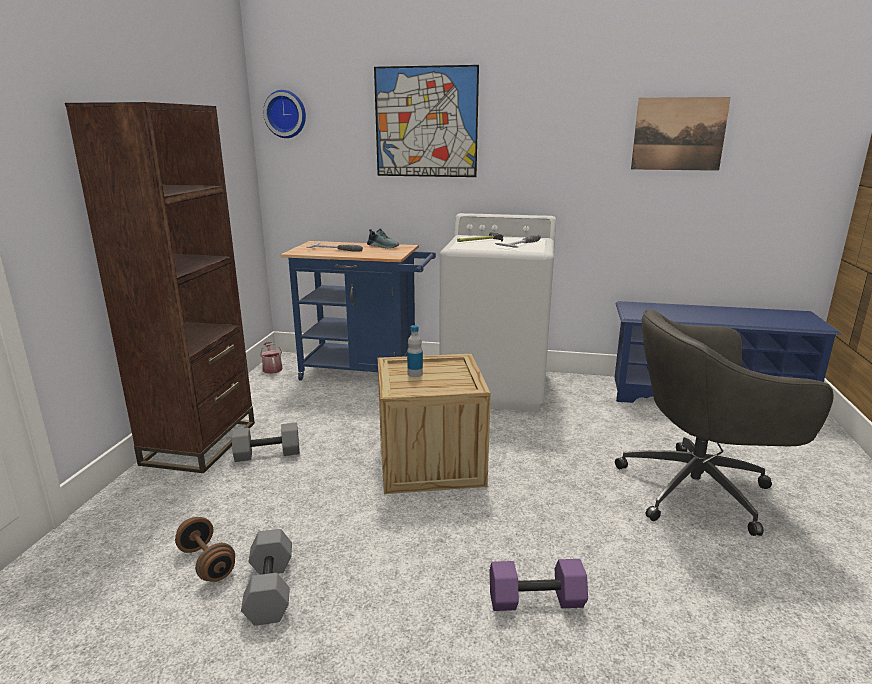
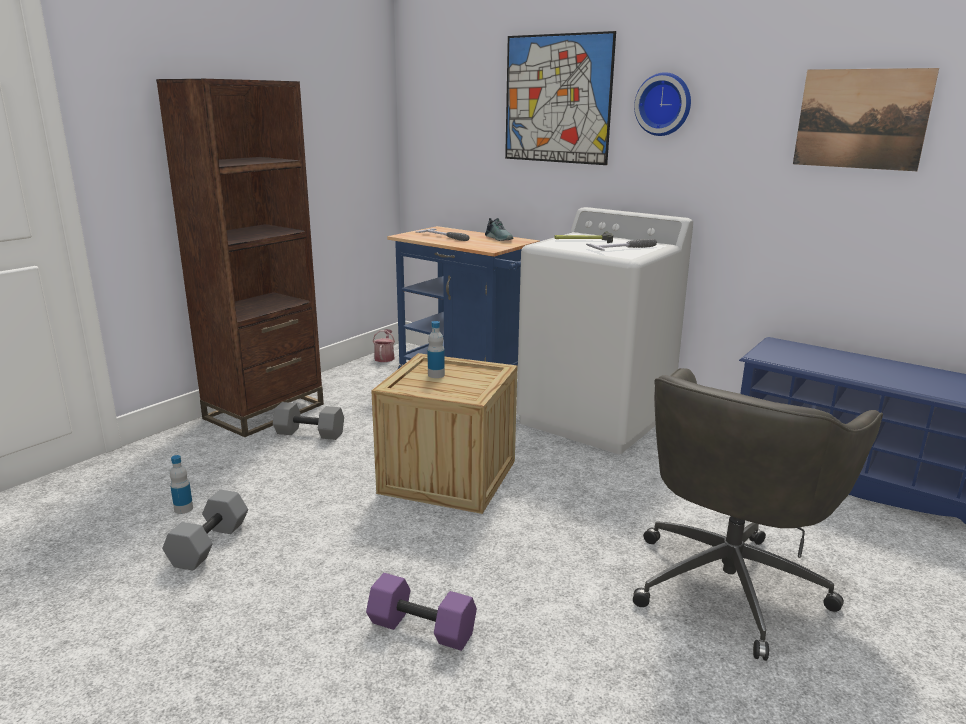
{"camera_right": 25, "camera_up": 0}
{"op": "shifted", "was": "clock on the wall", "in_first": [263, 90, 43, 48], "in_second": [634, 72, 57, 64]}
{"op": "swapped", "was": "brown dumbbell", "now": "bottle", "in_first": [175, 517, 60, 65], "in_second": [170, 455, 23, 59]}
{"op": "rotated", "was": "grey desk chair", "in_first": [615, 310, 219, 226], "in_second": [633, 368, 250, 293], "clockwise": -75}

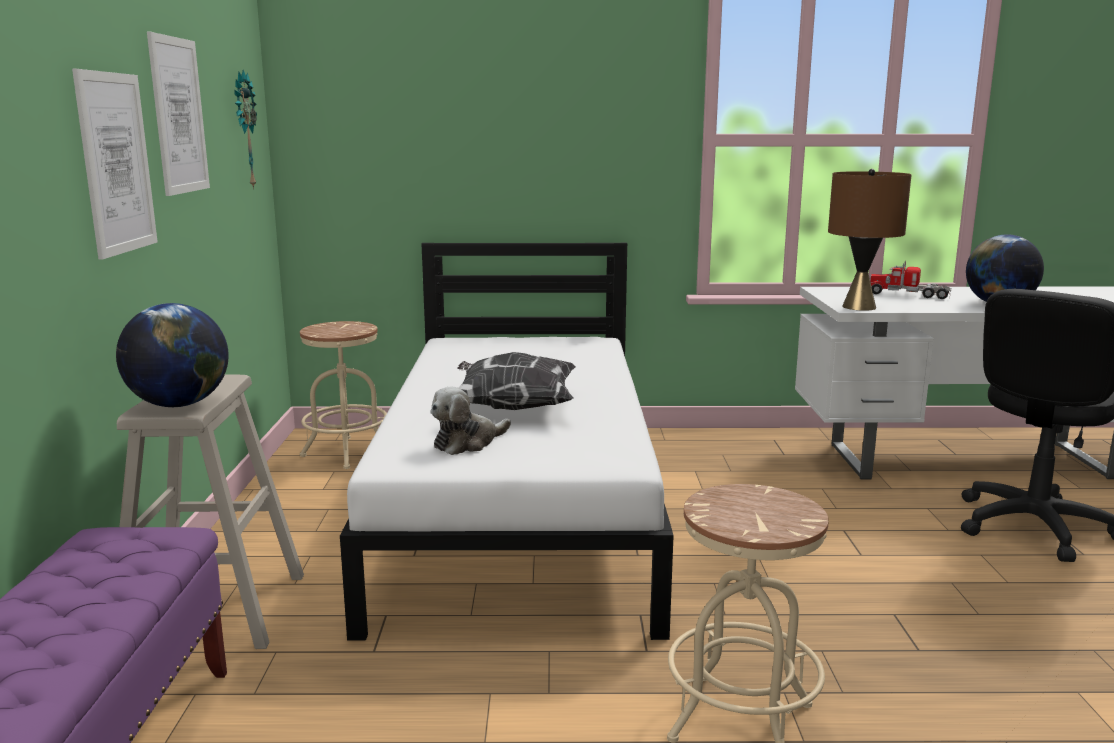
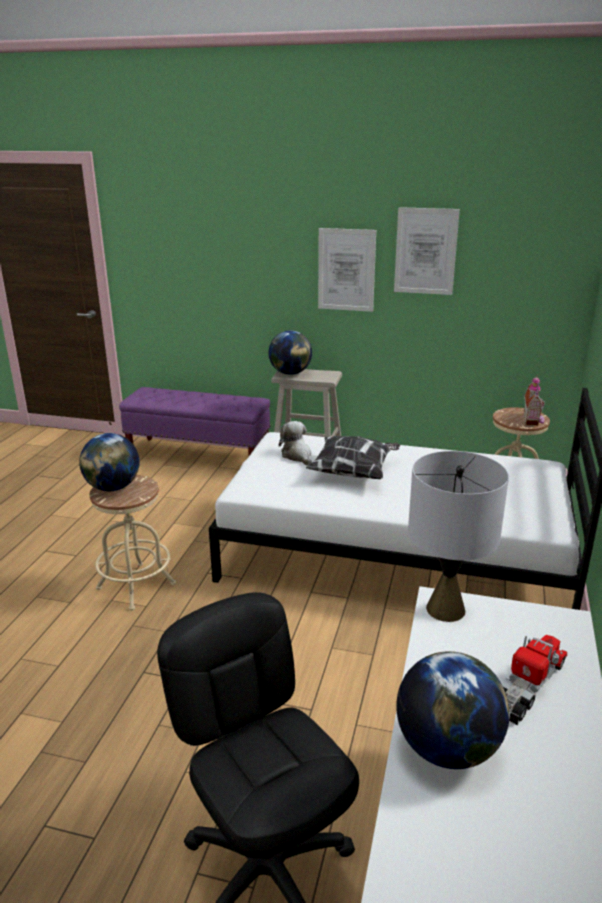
{"camera_right": 105, "camera_up": 10}
{"op": "gone", "was": "clock on the wall", "in_first": [234, 70, 23, 119]}
{"op": "new", "now": "world globe", "in_second": [79, 433, 61, 58]}
{"op": "new", "now": "model house", "in_second": [524, 375, 21, 51]}
{"op": "repainted", "was": "brown tabletop lamp", "now": "grey tabletop lamp", "in_first": [828, 169, 84, 142], "in_second": [408, 451, 101, 171]}

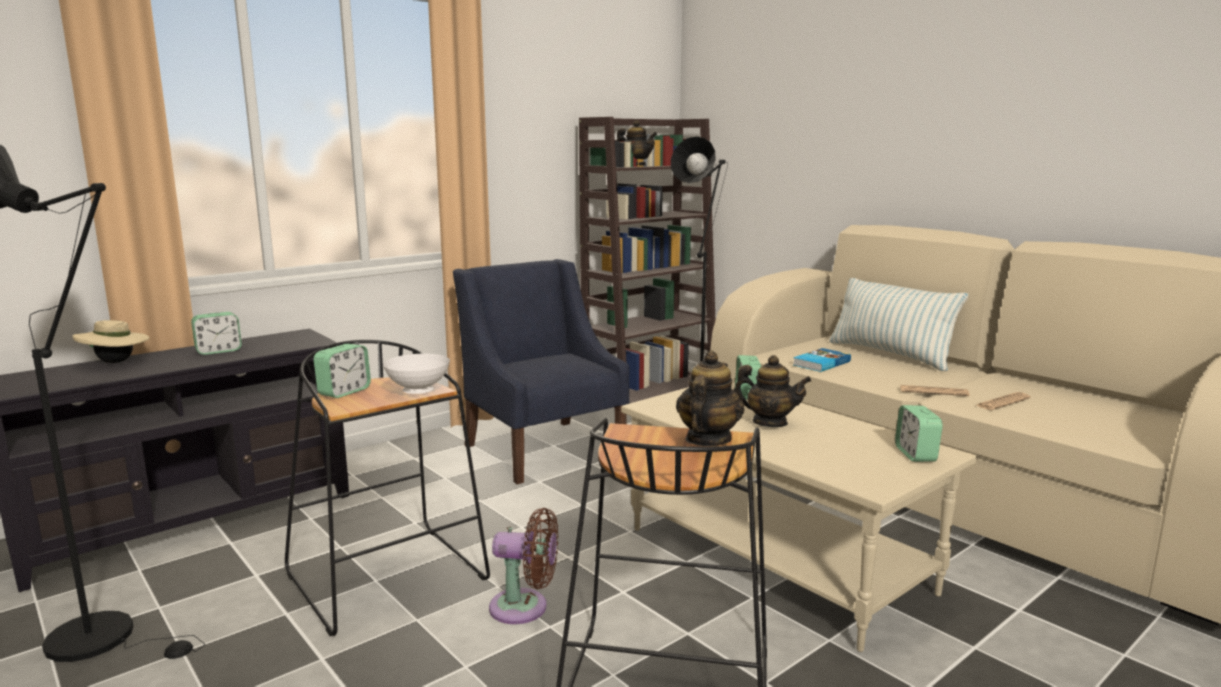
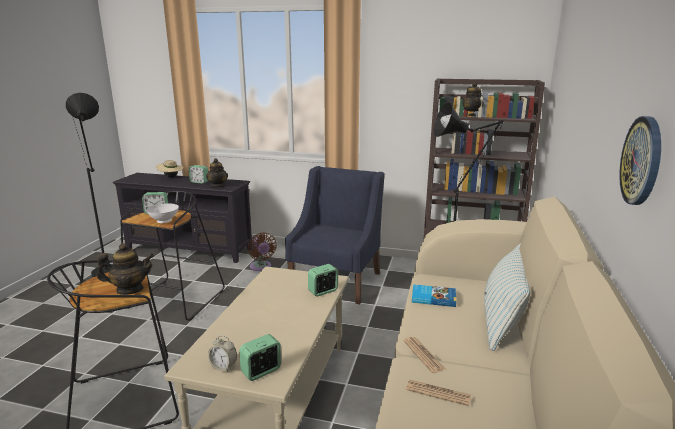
{"camera_right": 55, "camera_up": 5}
{"op": "new", "now": "bedside clock", "in_second": [208, 335, 29, 37]}
{"op": "new", "now": "clock on the wall", "in_second": [619, 116, 42, 89]}
{"op": "shifted", "was": "brown electric fan", "in_first": [489, 508, 69, 116], "in_second": [248, 232, 29, 39]}
{"op": "shifted", "was": "teapot", "in_first": [734, 355, 78, 72], "in_second": [206, 158, 22, 30]}

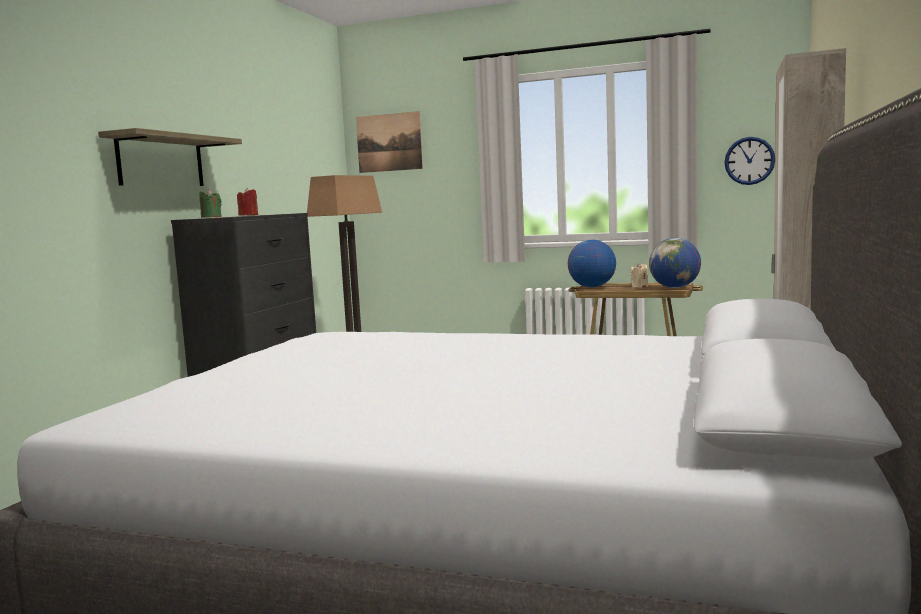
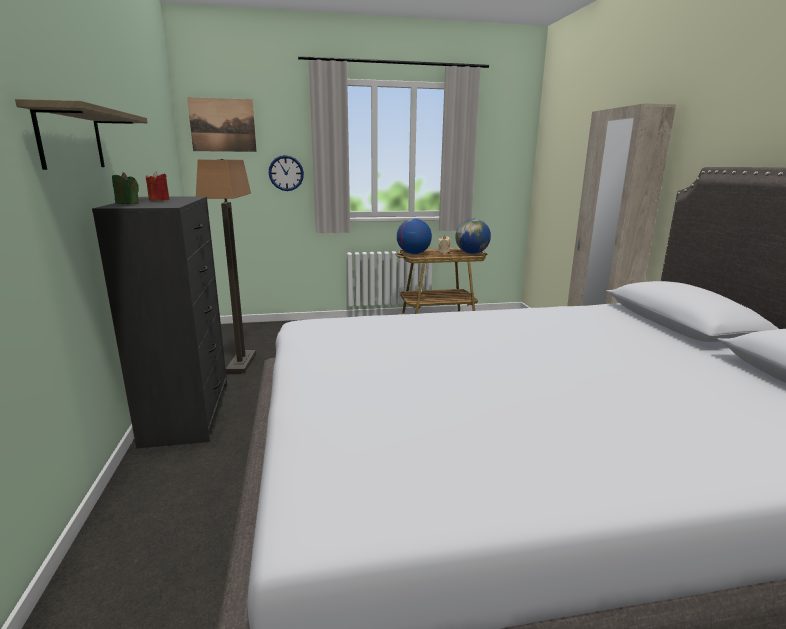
{"camera_right": -30, "camera_up": 10}
{"op": "shifted", "was": "clock on the wall", "in_first": [724, 137, 51, 48], "in_second": [269, 155, 35, 36]}

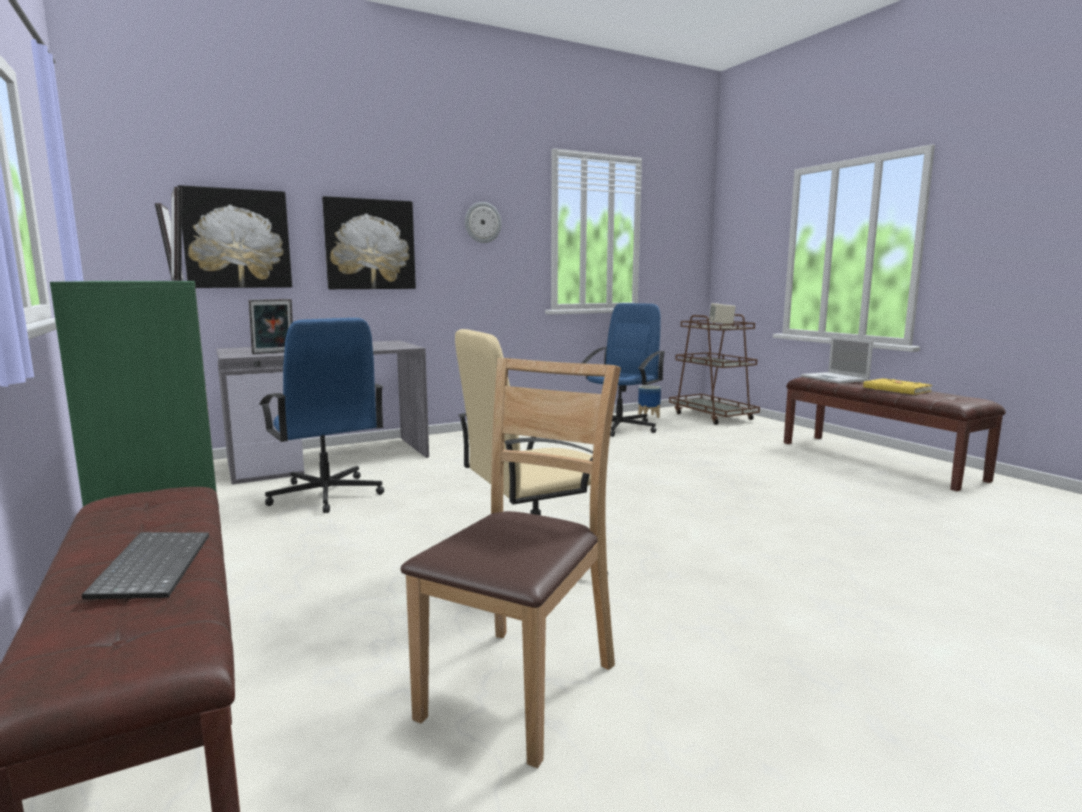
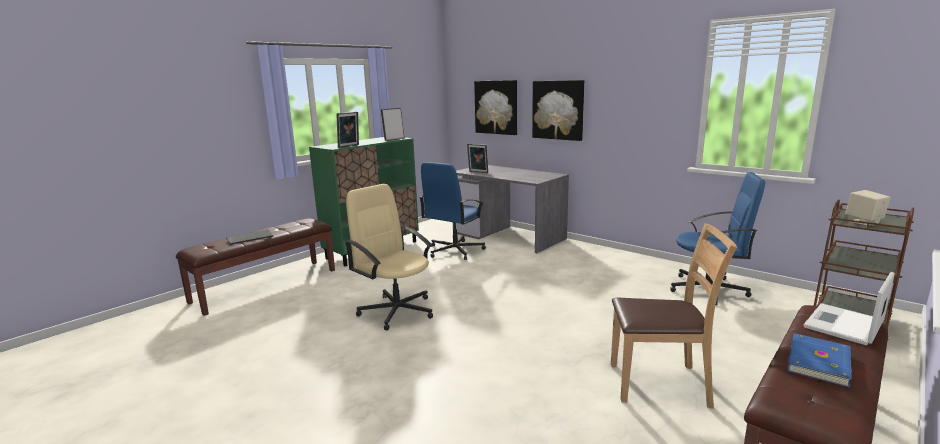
{"camera_right": 70, "camera_up": 5}
{"op": "gone", "was": "clock on the wall", "in_first": [465, 202, 37, 41]}
{"op": "gone", "was": "flower pot", "in_first": [638, 385, 23, 33]}
{"op": "shifted", "was": "brown chair", "in_first": [401, 358, 220, 410], "in_second": [611, 223, 126, 186]}
{"op": "repainted", "was": "yellow volume", "now": "blue volume", "in_first": [863, 378, 70, 17], "in_second": [787, 334, 65, 54]}

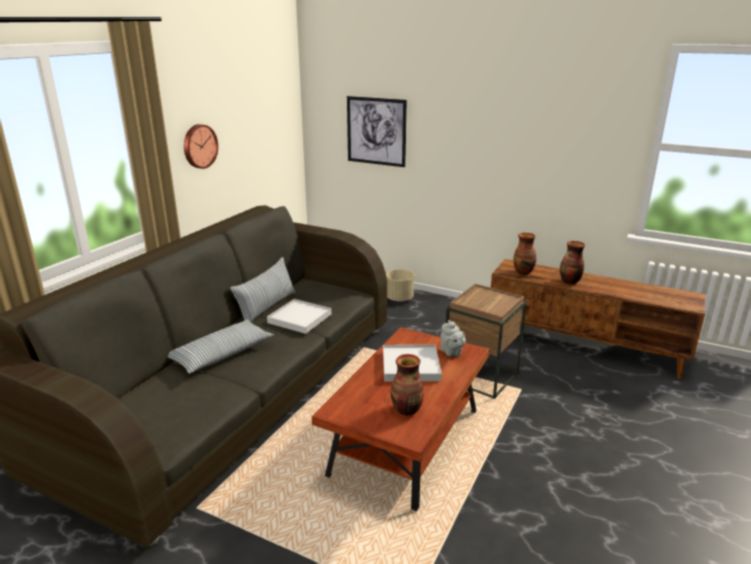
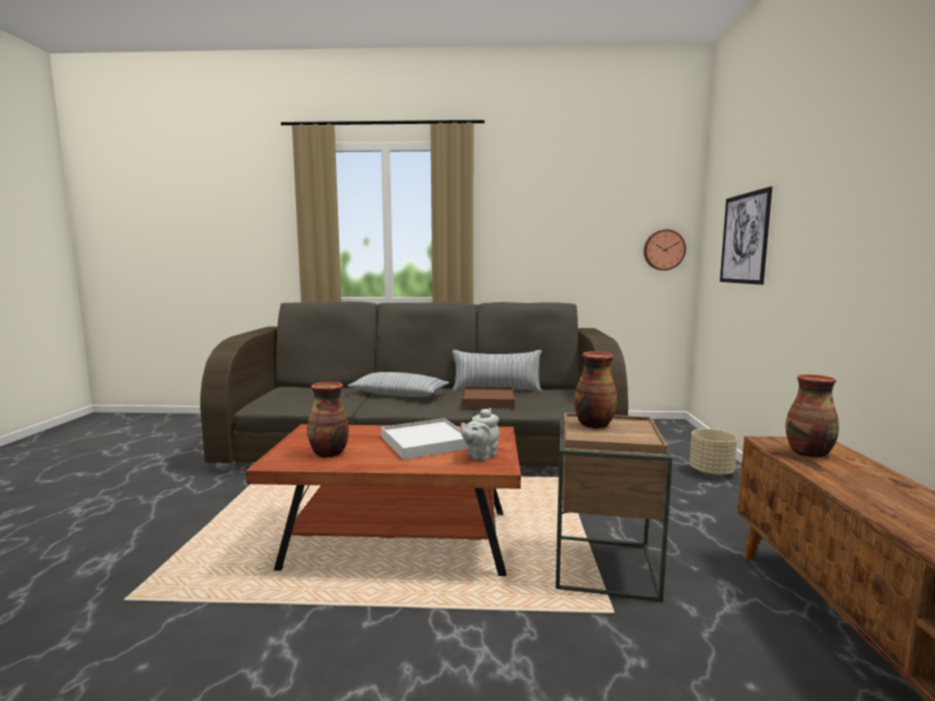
{"camera_right": 65, "camera_up": -15}
{"op": "shifted", "was": "clock on the wall", "in_first": [184, 124, 34, 45], "in_second": [644, 229, 42, 42]}
{"op": "shifted", "was": "decorative vase", "in_first": [560, 241, 25, 43], "in_second": [574, 351, 43, 78]}
{"op": "repainted", "was": "whitish tray", "now": "brown tray", "in_first": [267, 299, 64, 35], "in_second": [462, 387, 53, 20]}

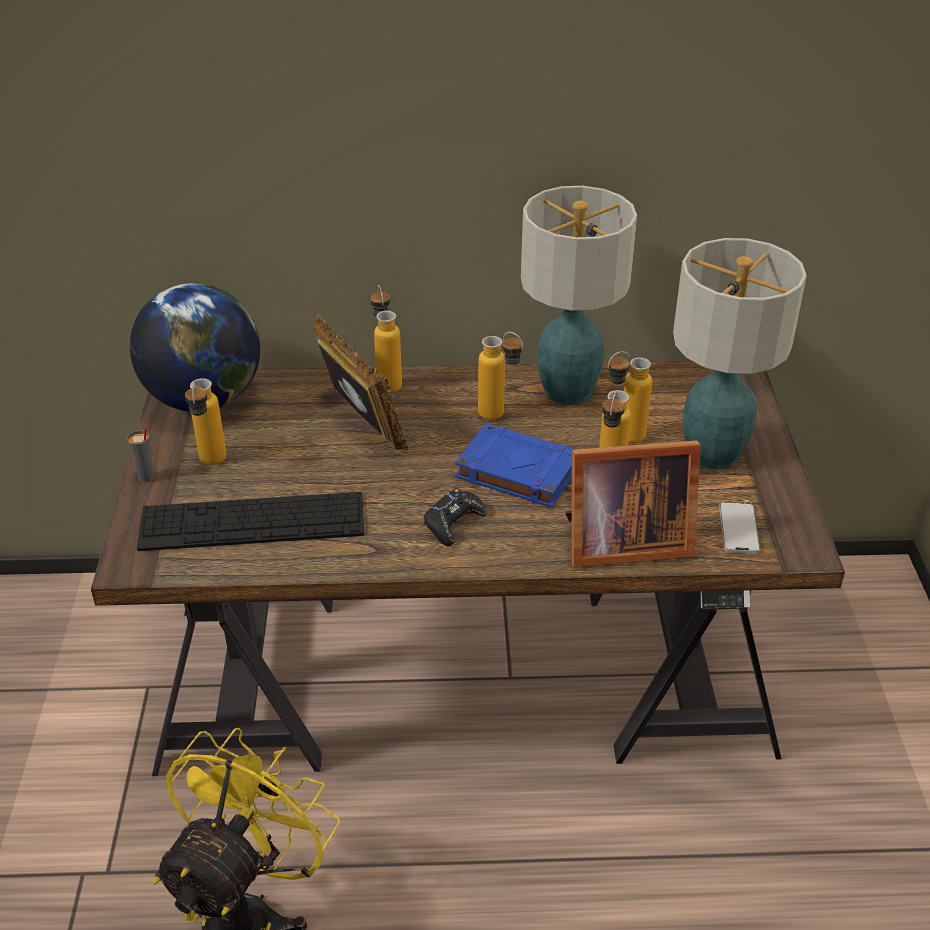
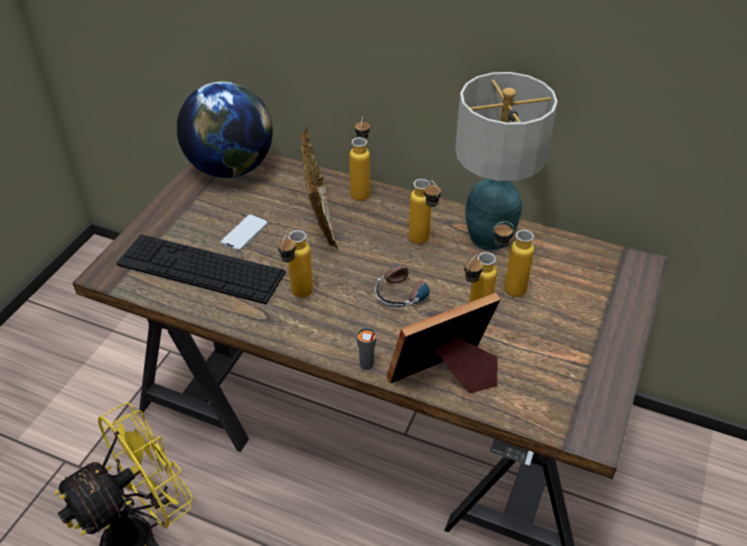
{"camera_right": 25, "camera_up": 5}
{"op": "gone", "was": "blackish game controller", "in_first": [423, 489, 64, 57]}
{"op": "gone", "was": "tabletop lamp", "in_first": [673, 238, 134, 231]}
{"op": "shifted", "was": "grey drinking cup", "in_first": [126, 428, 28, 54], "in_second": [357, 328, 19, 42]}
{"op": "shifted", "was": "bottle", "in_first": [185, 378, 42, 87], "in_second": [278, 230, 35, 68]}
{"op": "shifted", "was": "phone", "in_first": [719, 502, 41, 52], "in_second": [220, 214, 48, 37]}
{"op": "swapped", "was": "blue volume", "now": "pair of headphones", "in_first": [455, 423, 121, 85], "in_second": [375, 264, 66, 43]}
{"op": "rotated", "was": "picture frame", "in_first": [565, 440, 136, 128], "in_second": [386, 293, 114, 100], "clockwise": 135}

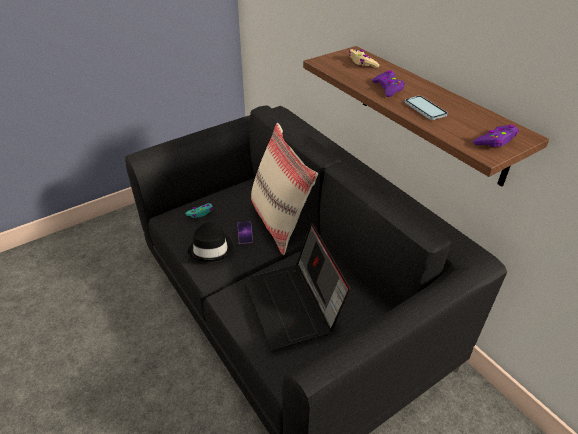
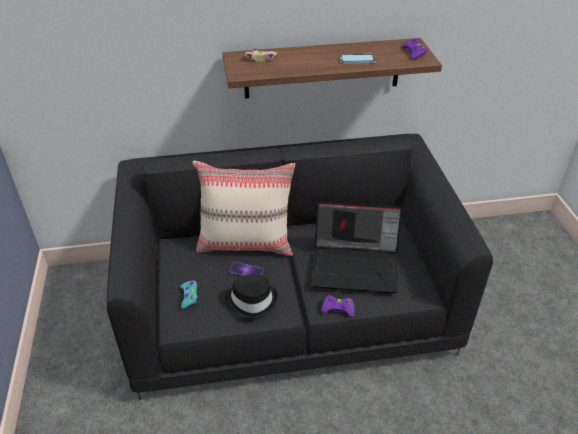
{"camera_right": -65, "camera_up": 0}
{"op": "shifted", "was": "purple-coloured game controller", "in_first": [372, 70, 33, 27], "in_second": [322, 295, 33, 22]}

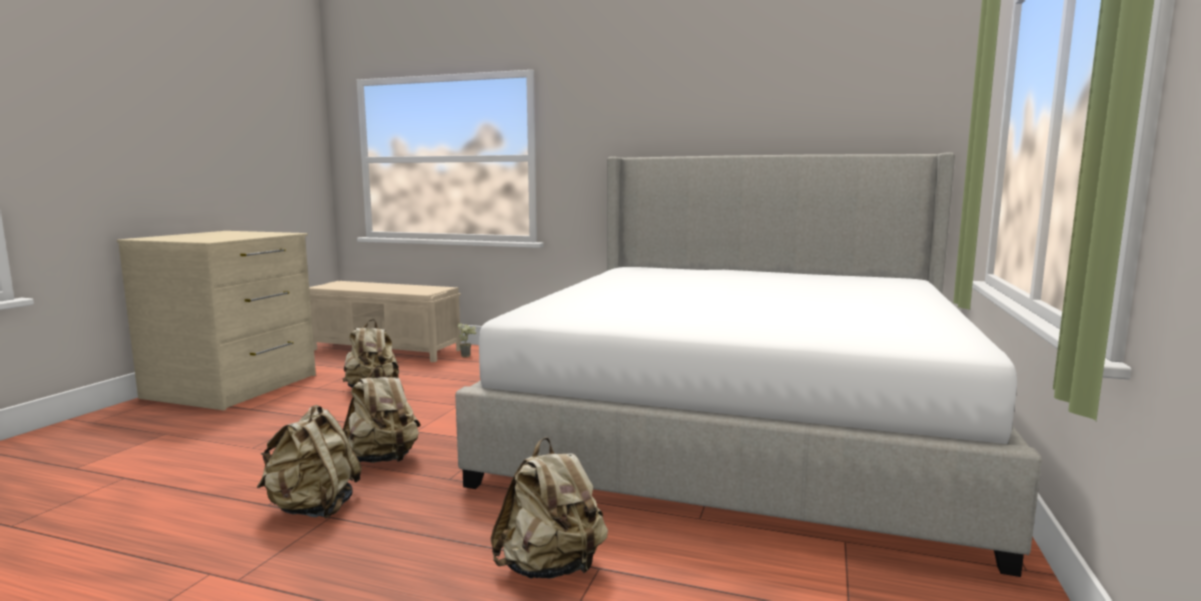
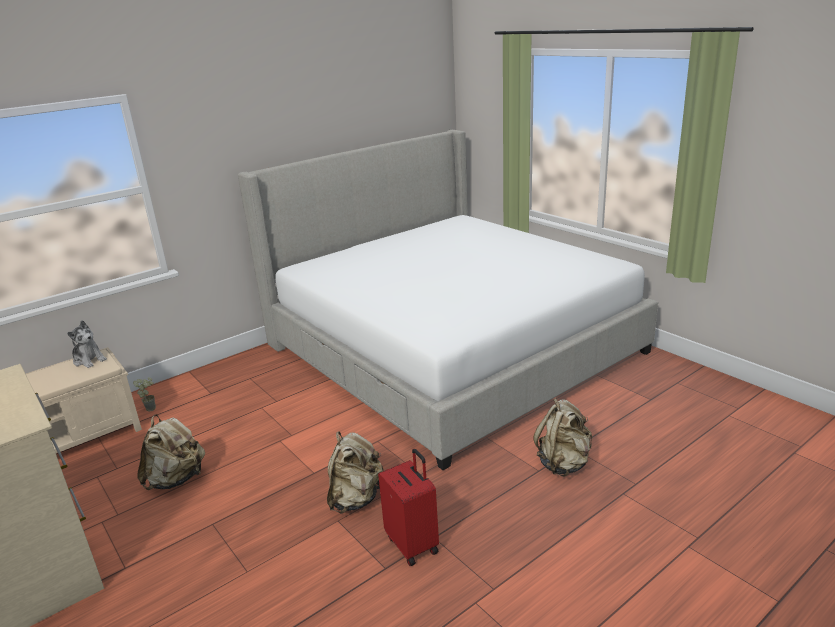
{"camera_right": -55, "camera_up": 15}
{"op": "new", "now": "plush toy", "in_second": [67, 320, 40, 48]}
{"op": "swapped", "was": "beige-coloured backpack", "now": "reddish piece of luggage", "in_first": [257, 405, 105, 113], "in_second": [378, 449, 61, 117]}

